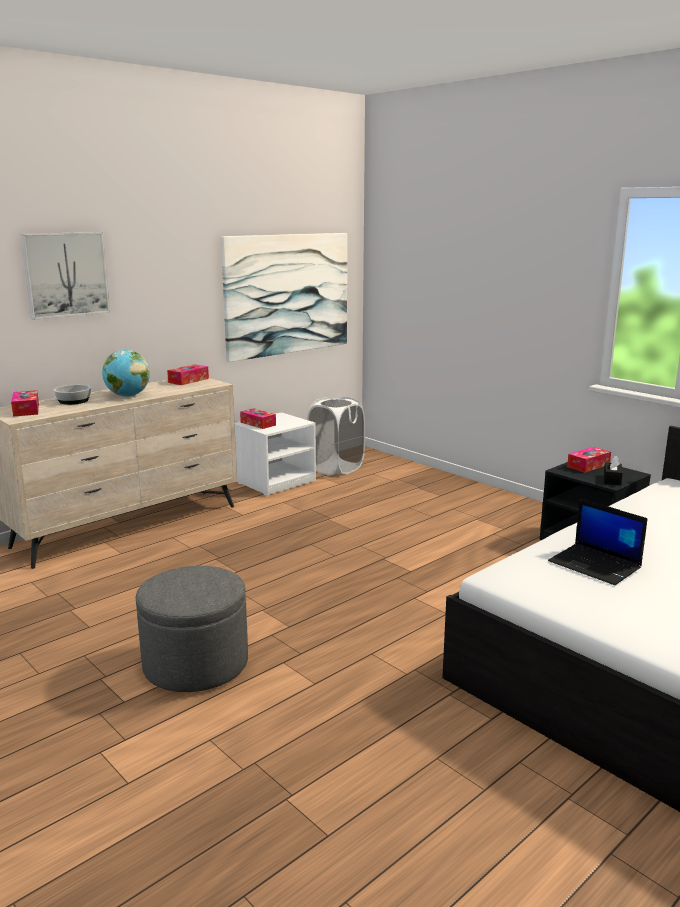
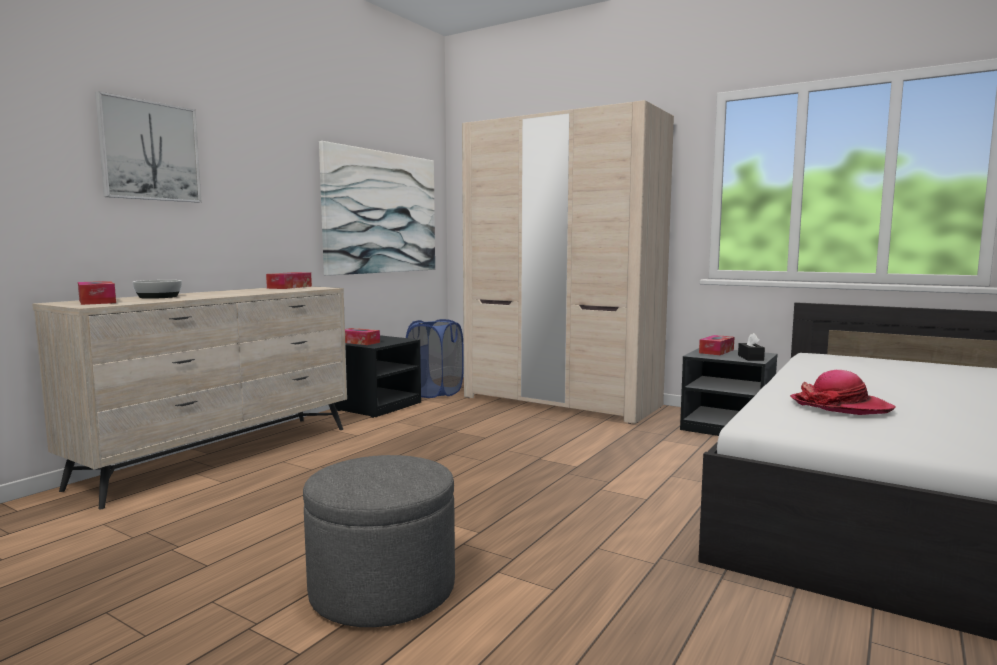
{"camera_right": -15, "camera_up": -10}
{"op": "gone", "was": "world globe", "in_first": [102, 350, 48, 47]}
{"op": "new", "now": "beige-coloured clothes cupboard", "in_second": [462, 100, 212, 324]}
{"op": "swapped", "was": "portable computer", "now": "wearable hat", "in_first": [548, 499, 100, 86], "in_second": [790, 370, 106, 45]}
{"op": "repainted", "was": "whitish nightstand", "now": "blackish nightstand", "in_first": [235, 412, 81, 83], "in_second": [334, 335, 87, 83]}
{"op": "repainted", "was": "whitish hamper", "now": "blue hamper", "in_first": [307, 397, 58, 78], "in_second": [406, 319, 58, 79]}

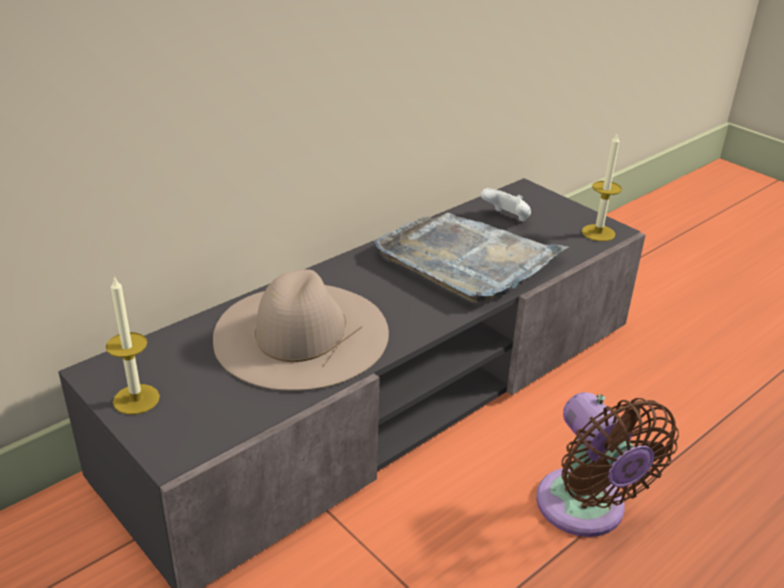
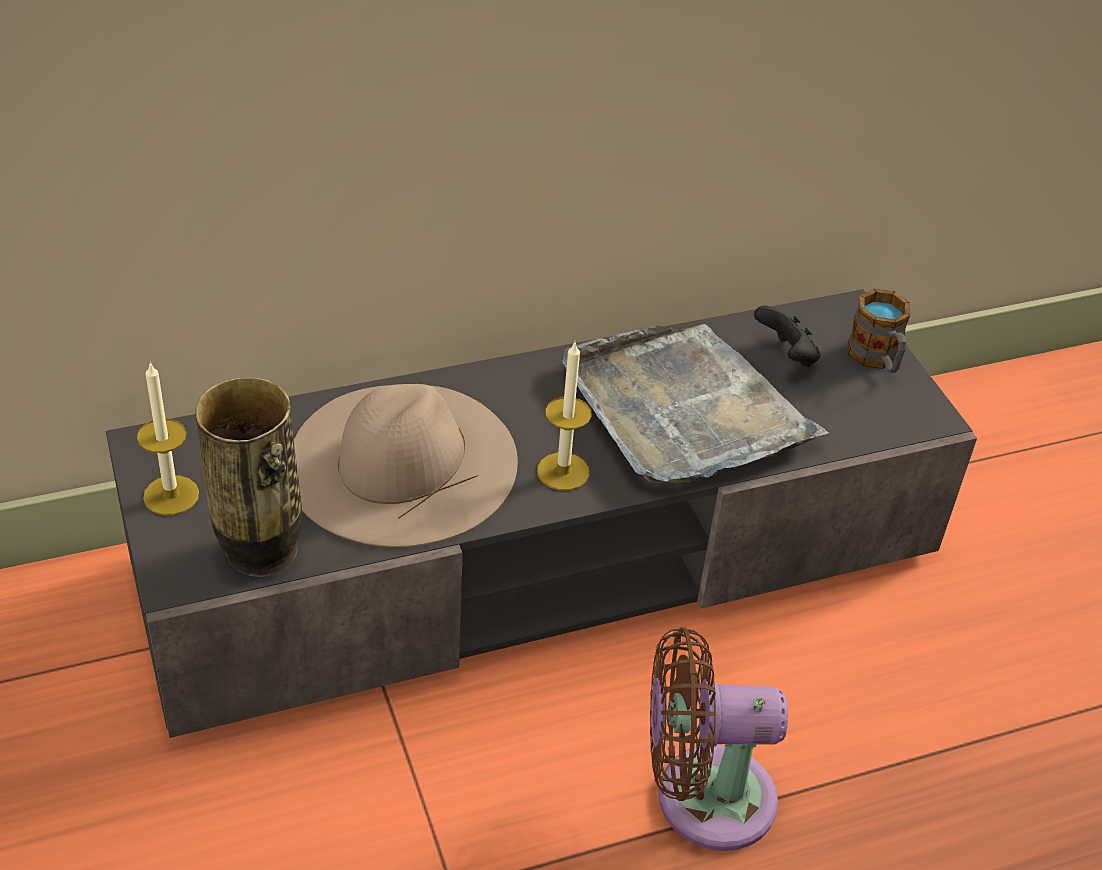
{"camera_right": 20, "camera_up": 10}
{"op": "new", "now": "decorative vase", "in_second": [195, 378, 107, 199]}
{"op": "new", "now": "coffee mug", "in_second": [848, 288, 63, 85]}
{"op": "shifted", "was": "wax candle", "in_first": [582, 134, 40, 107], "in_second": [537, 342, 55, 148]}
{"op": "repainted", "was": "whitish game controller", "now": "blackish game controller", "in_first": [481, 188, 50, 33], "in_second": [754, 305, 66, 62]}
{"op": "rotated", "was": "brown electric fan", "in_first": [536, 392, 143, 145], "in_second": [650, 627, 138, 224], "clockwise": 90}

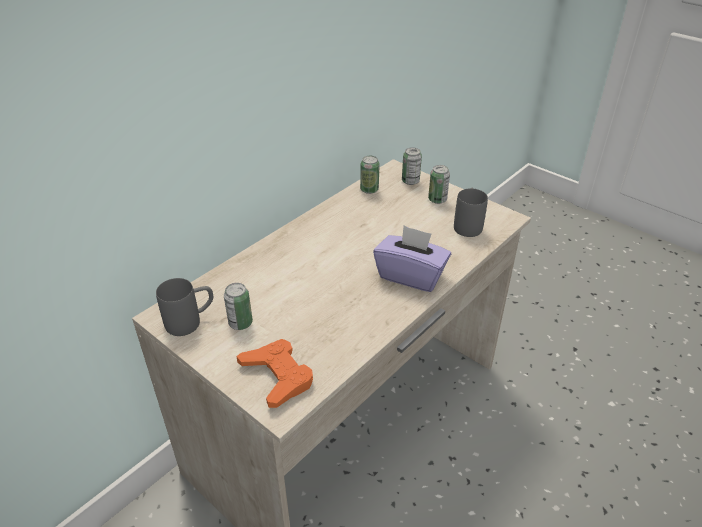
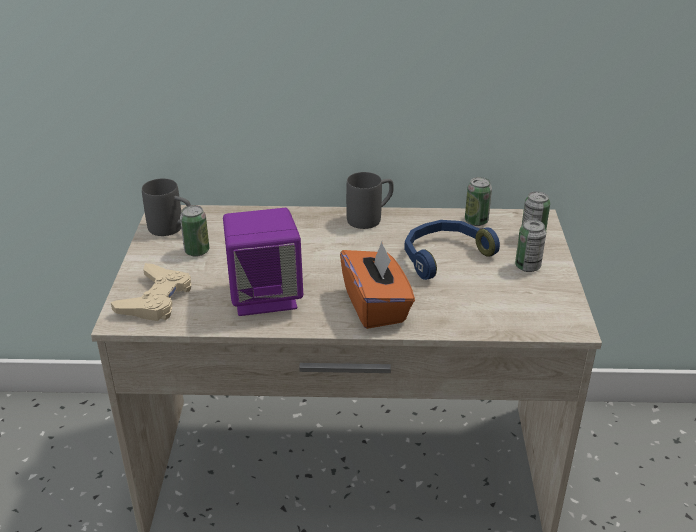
{"camera_right": 50, "camera_up": -5}
{"op": "new", "now": "purple-coloured audio speaker", "in_second": [223, 208, 80, 108]}
{"op": "new", "now": "blue pair of headphones", "in_second": [404, 220, 96, 60]}
{"op": "shifted", "was": "grey coffee mug", "in_first": [454, 188, 34, 49], "in_second": [346, 172, 48, 57]}
{"op": "repainted", "was": "orange-coloured game controller", "now": "beige-coloured game controller", "in_first": [236, 339, 77, 69], "in_second": [111, 263, 80, 58]}
{"op": "repainted", "was": "purple-coloured box of tissues", "now": "orange-coloured box of tissues", "in_first": [373, 225, 78, 67], "in_second": [340, 242, 75, 87]}

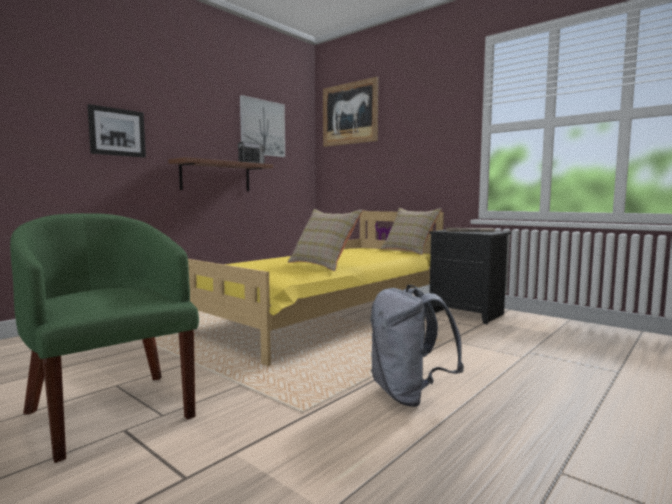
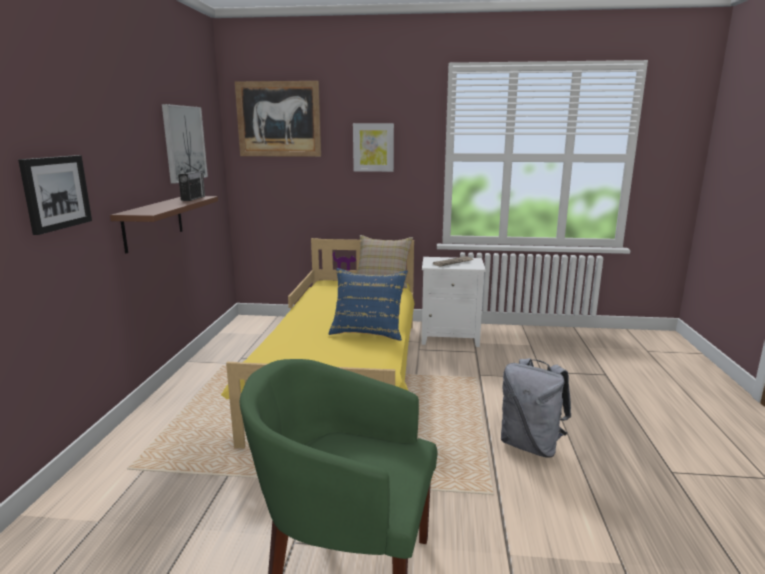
{"camera_right": -35, "camera_up": 10}
{"op": "new", "now": "wall picture", "in_second": [353, 123, 41, 49]}
{"op": "repainted", "was": "beige-coloured pillow", "now": "blue pillow", "in_first": [288, 209, 75, 62], "in_second": [329, 268, 79, 73]}
{"op": "repainted", "was": "blackish nightstand", "now": "whitish nightstand", "in_first": [429, 230, 82, 94], "in_second": [422, 257, 64, 90]}

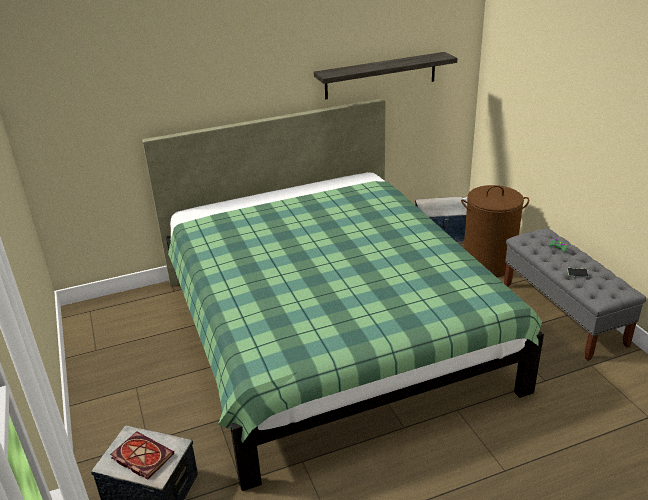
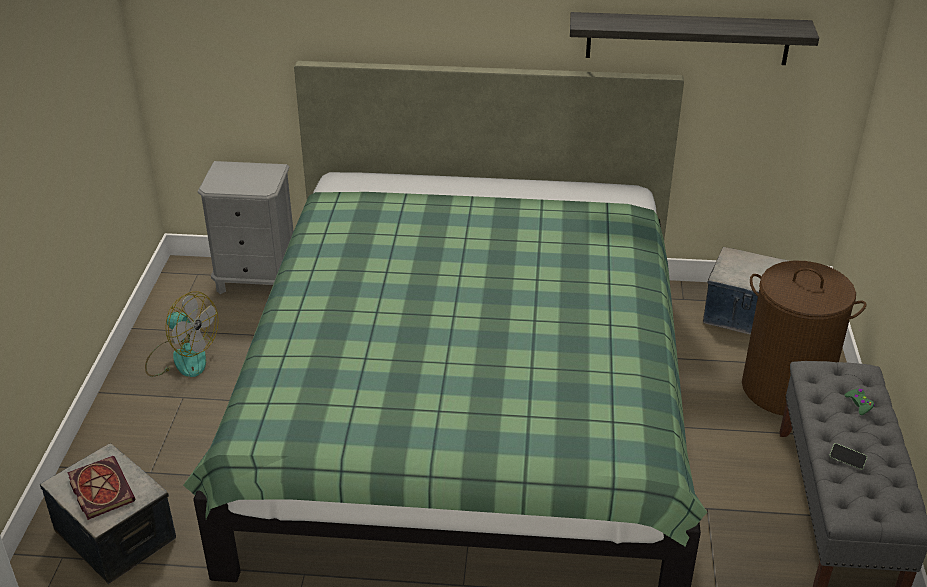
{"camera_right": 25, "camera_up": 5}
{"op": "new", "now": "electric fan", "in_second": [145, 291, 74, 86]}
{"op": "new", "now": "grey nightstand", "in_second": [198, 161, 96, 133]}

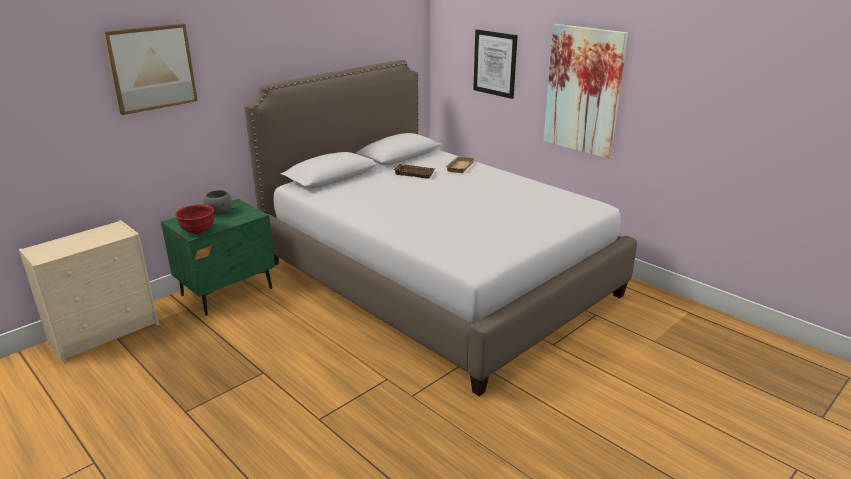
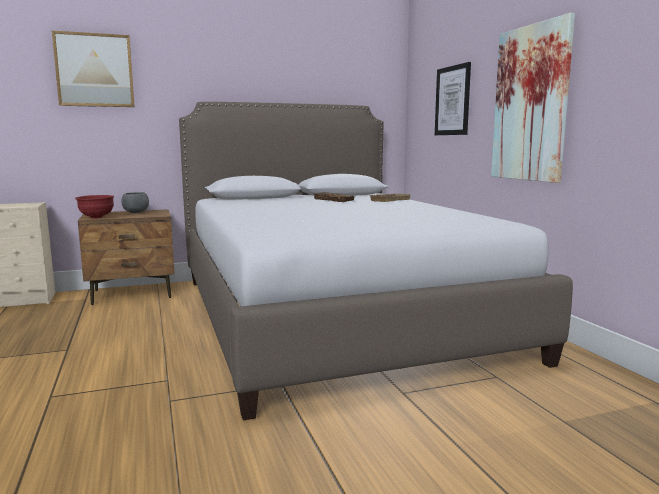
{"camera_right": 25, "camera_up": -15}
{"op": "repainted", "was": "green nightstand", "now": "brown nightstand", "in_first": [161, 199, 114, 117], "in_second": [78, 209, 96, 96]}

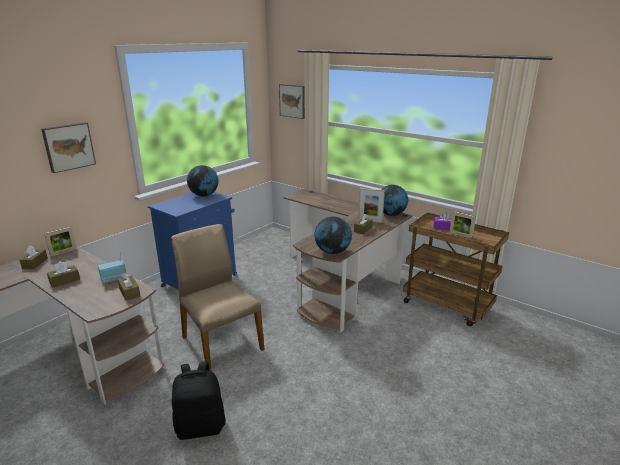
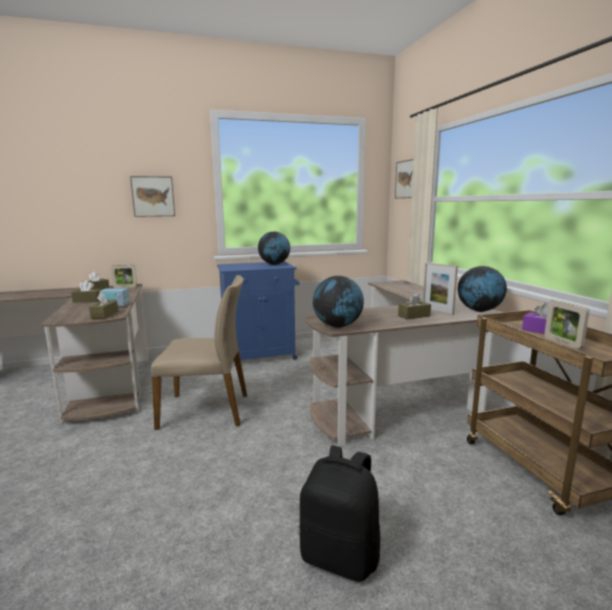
{"camera_right": 35, "camera_up": -10}
{"op": "shifted", "was": "blackish backpack", "in_first": [172, 362, 53, 78], "in_second": [299, 445, 81, 137]}
{"op": "rotated", "was": "beige-coloured chair", "in_first": [171, 224, 94, 147], "in_second": [151, 275, 96, 155], "clockwise": 90}

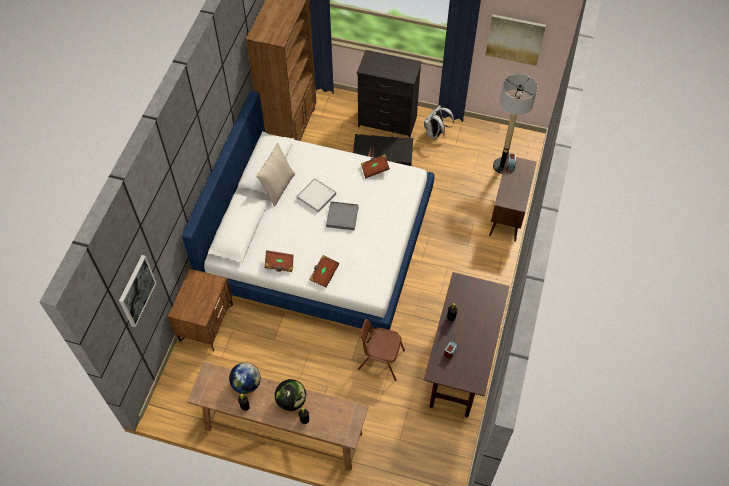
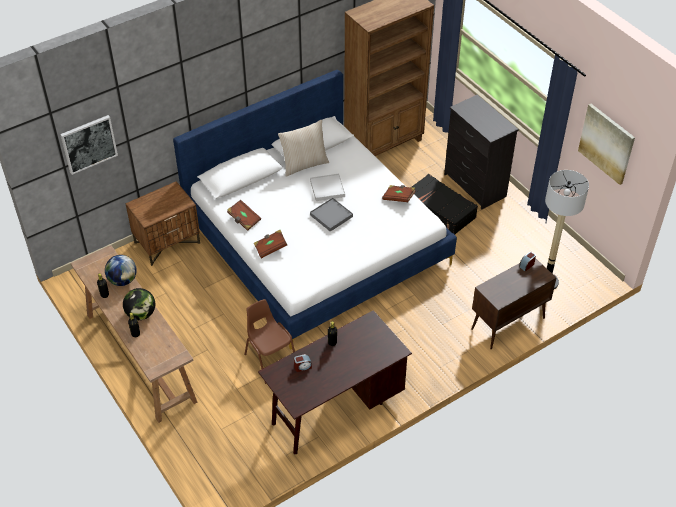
{"camera_right": 40, "camera_up": -10}
{"op": "gone", "was": "whitish backpack", "in_first": [424, 105, 30, 35]}

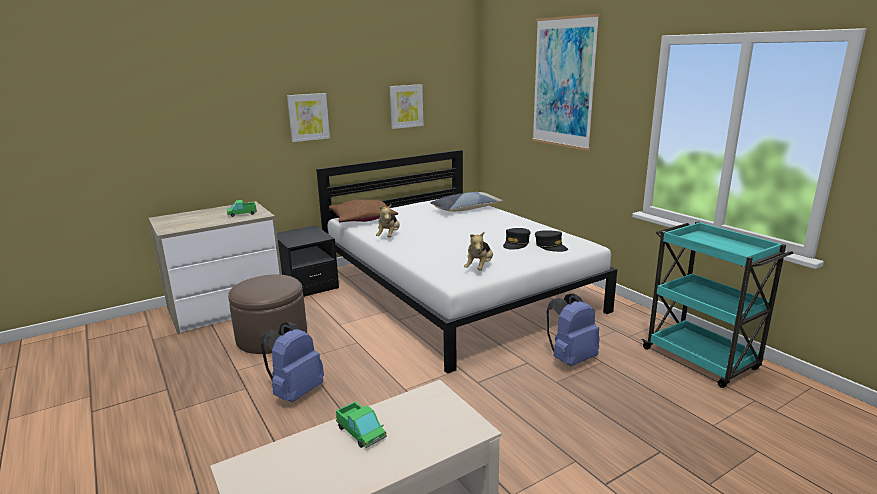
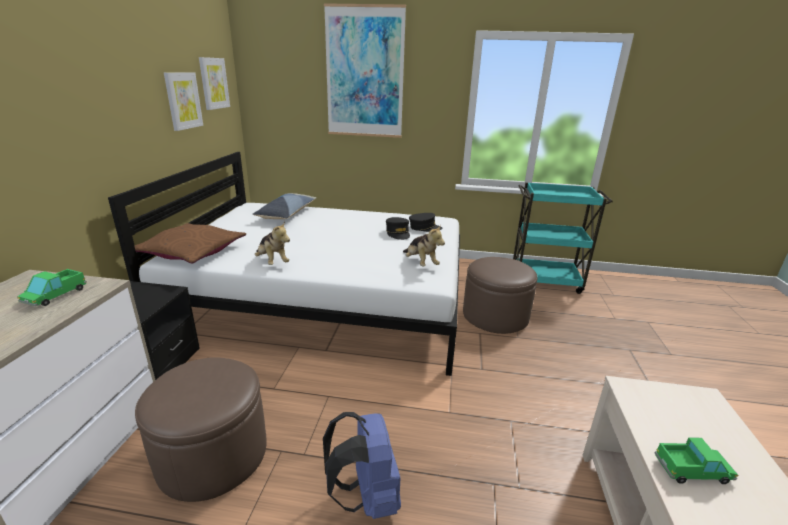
{"camera_right": -50, "camera_up": 5}
{"op": "shifted", "was": "wall picture", "in_first": [287, 93, 43, 49], "in_second": [199, 57, 31, 53]}
{"op": "swapped", "was": "blue backpack", "now": "brown footrest", "in_first": [546, 293, 53, 73], "in_second": [463, 257, 74, 77]}

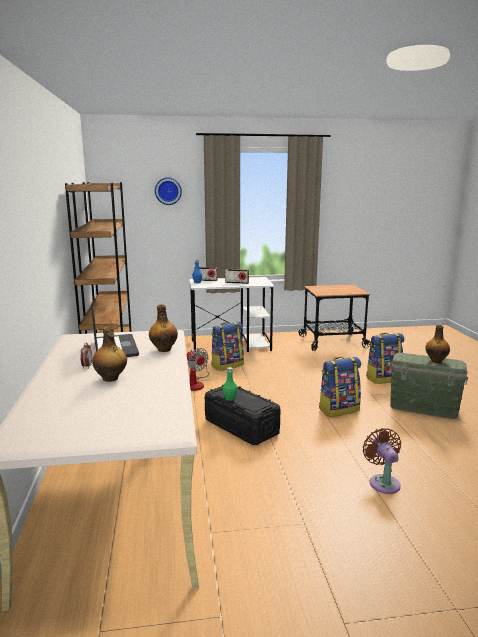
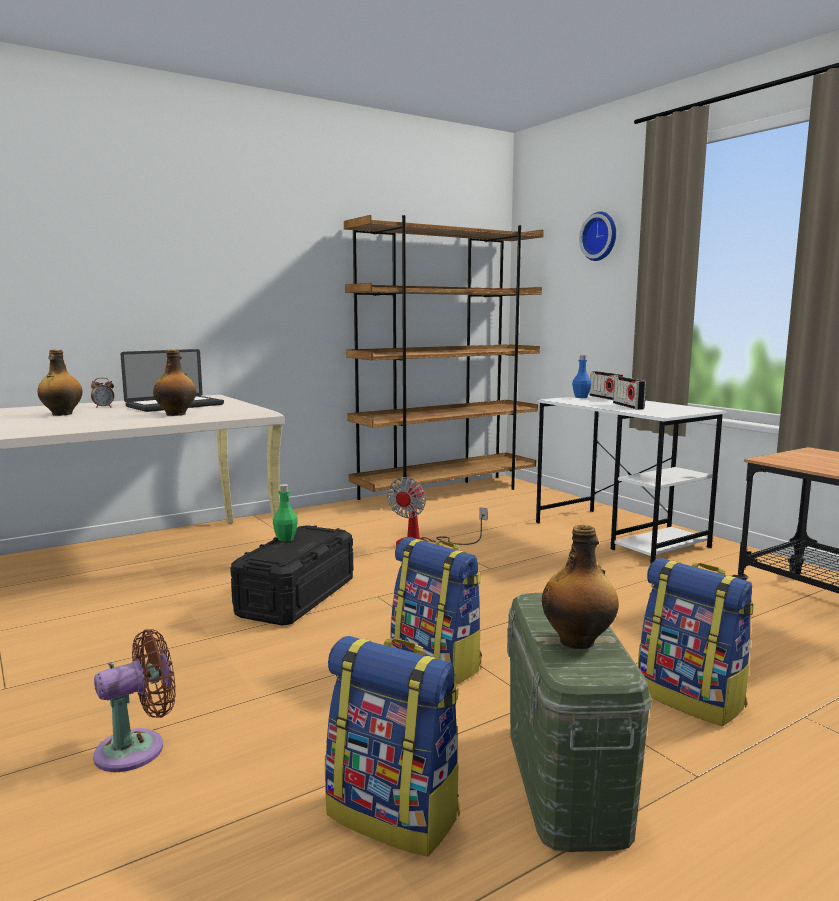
{"camera_right": 65, "camera_up": -5}
{"op": "shifted", "was": "backpack", "in_first": [211, 322, 33, 49], "in_second": [325, 636, 135, 221]}

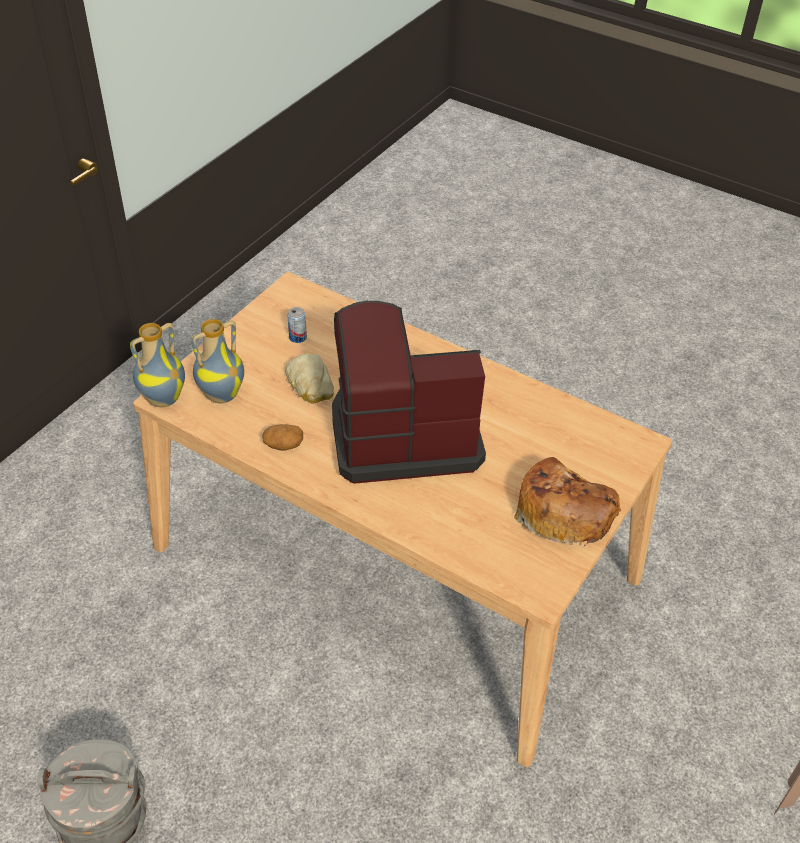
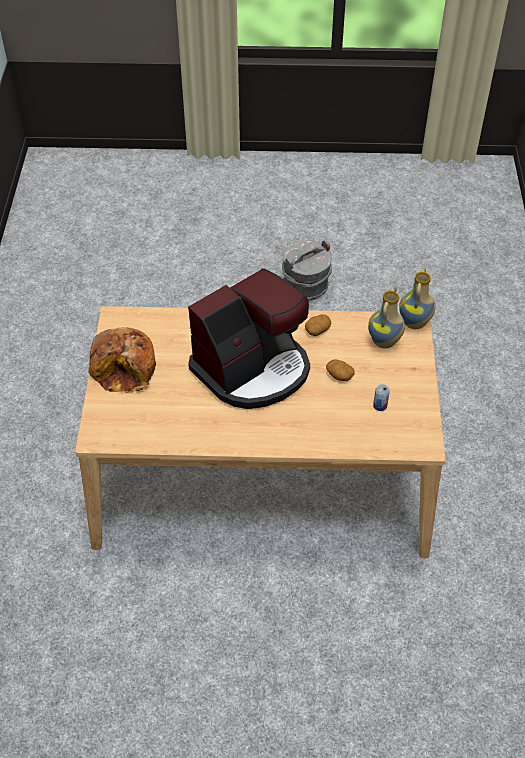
{"camera_right": 150, "camera_up": 5}
{"op": "swapped", "was": "bakery bread", "now": "whole potato", "in_first": [285, 353, 49, 51], "in_second": [326, 359, 29, 22]}

